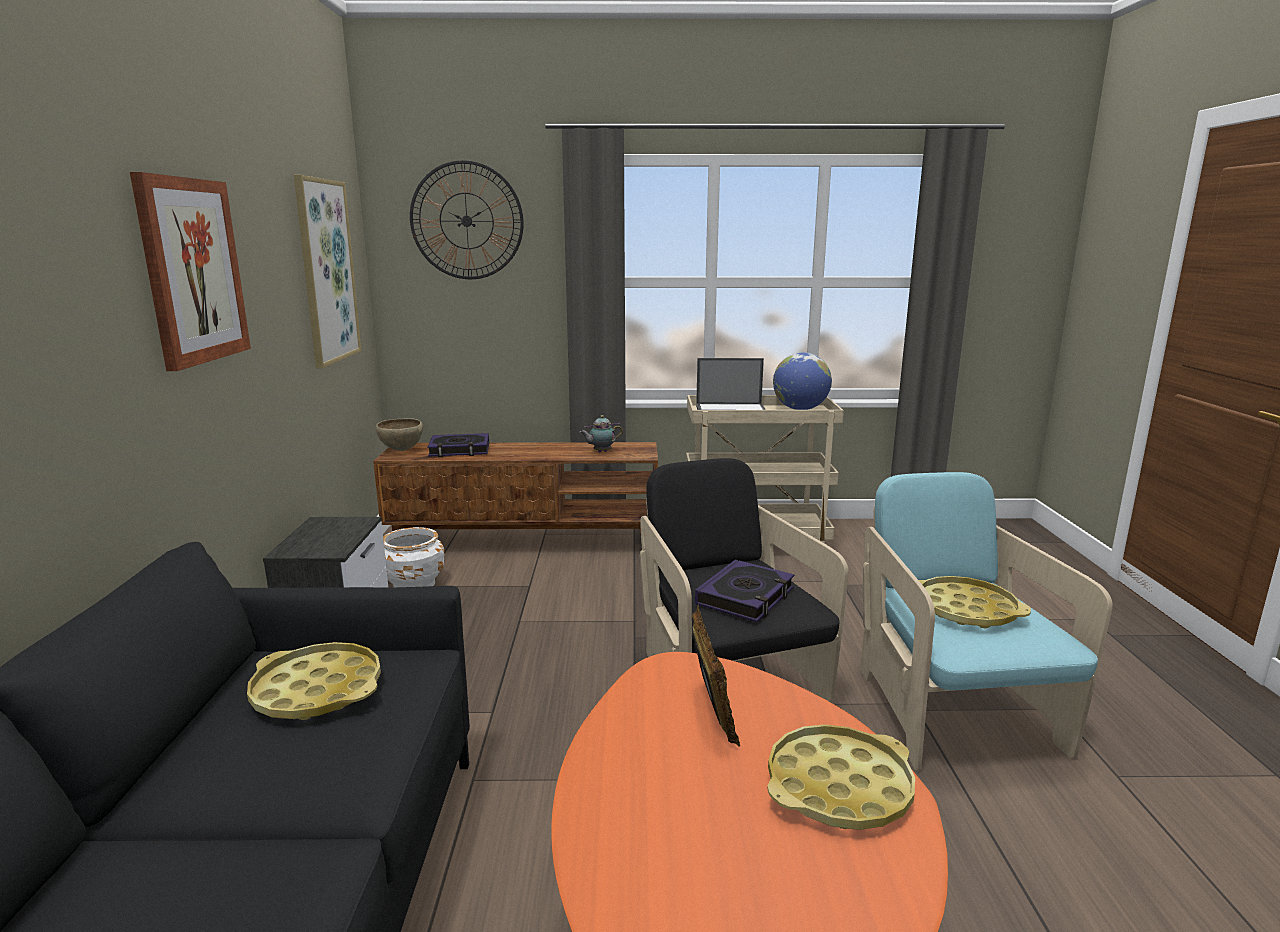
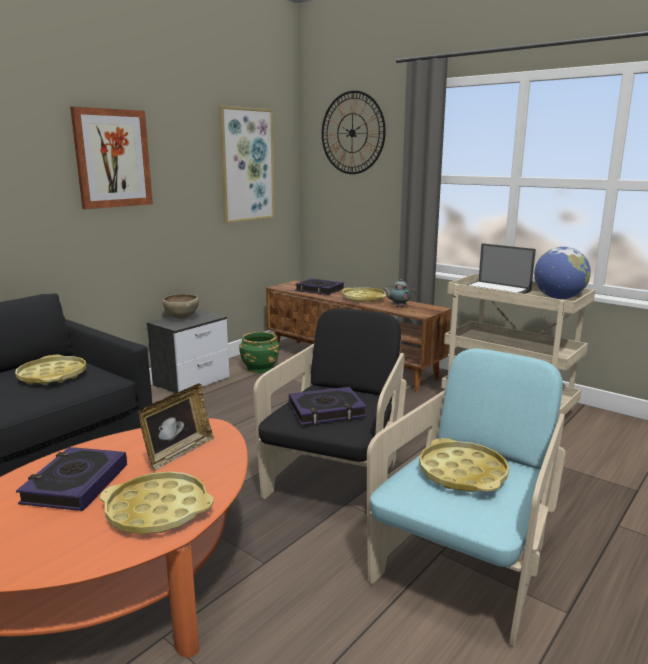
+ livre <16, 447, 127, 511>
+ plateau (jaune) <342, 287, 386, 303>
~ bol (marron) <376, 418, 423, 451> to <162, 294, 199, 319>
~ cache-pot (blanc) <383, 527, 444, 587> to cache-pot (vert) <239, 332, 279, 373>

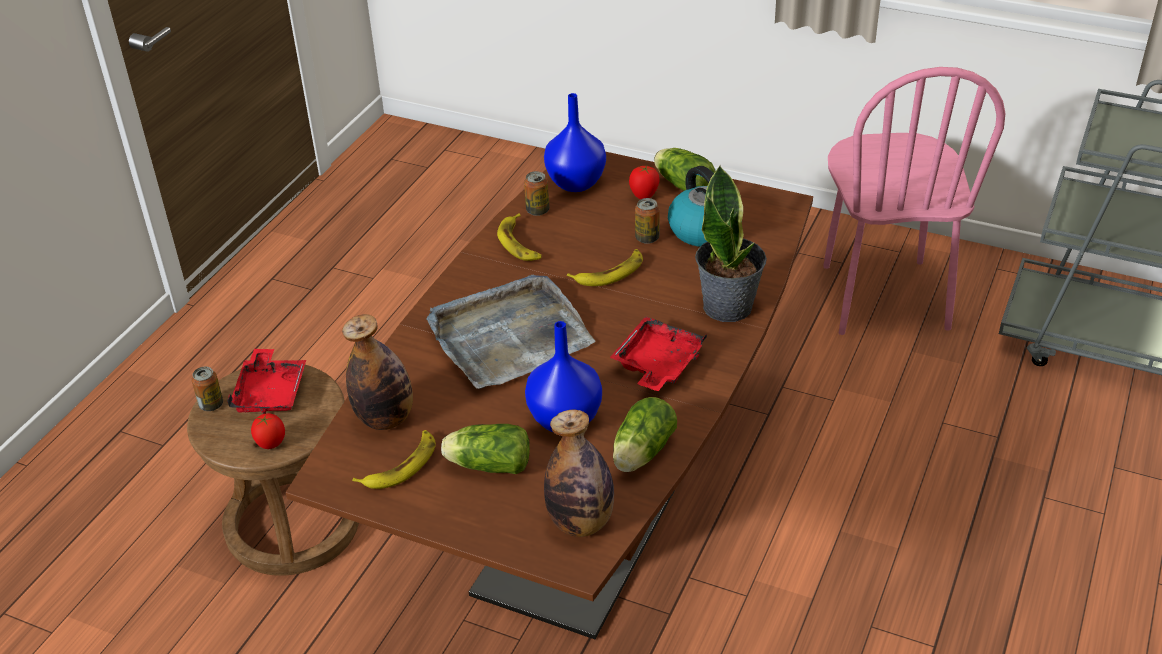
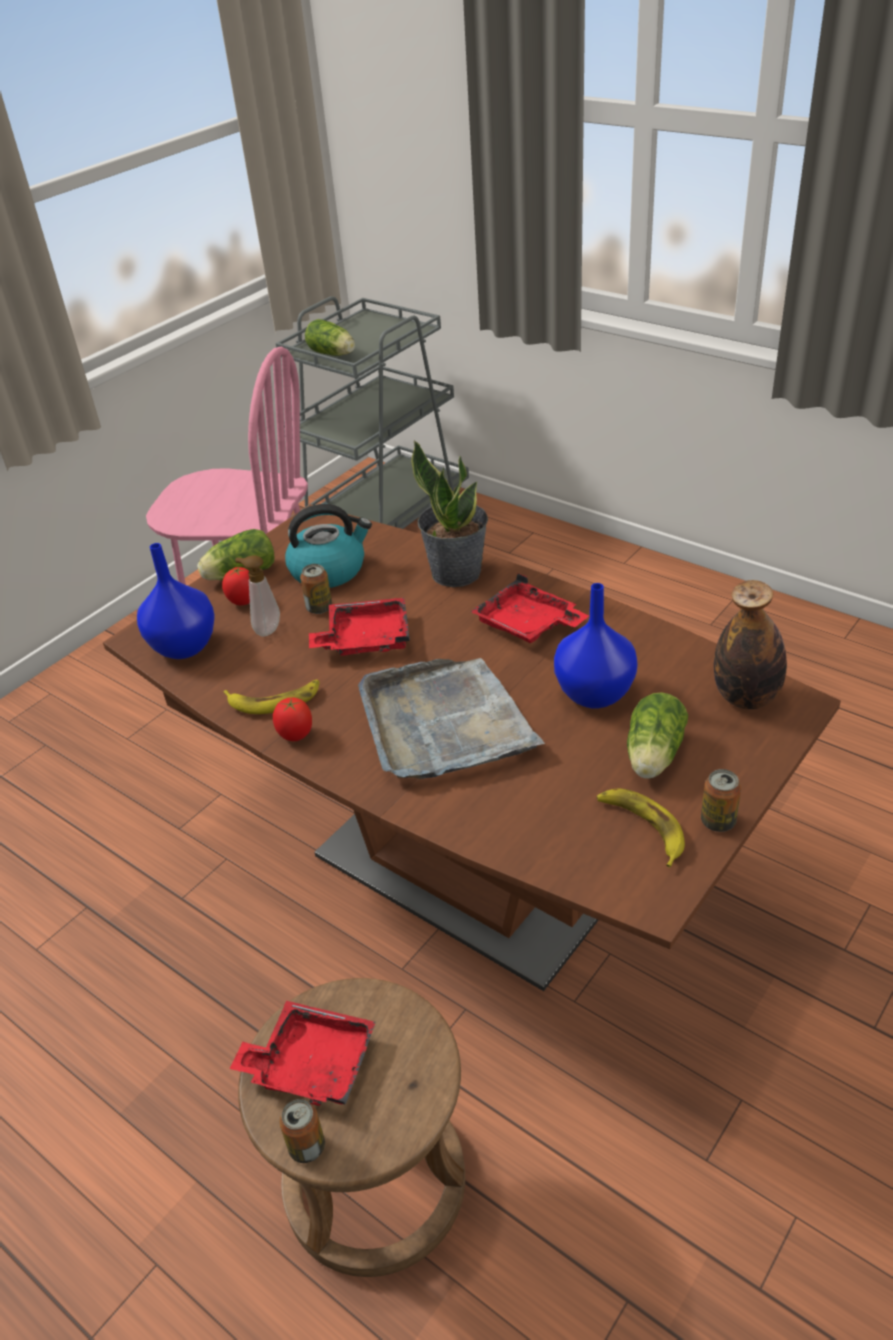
- bouteille <342, 314, 413, 430>
+ distributeur de savon <235, 555, 280, 637>
~ tomate <251, 413, 285, 449> to <273, 698, 312, 741>
~ boîte métallique <524, 171, 550, 216> to <701, 769, 741, 832>
~ laitue <613, 397, 677, 472> to <305, 319, 355, 356>
~ banane <567, 249, 643, 286> to plateau (rouge) <309, 598, 410, 656>

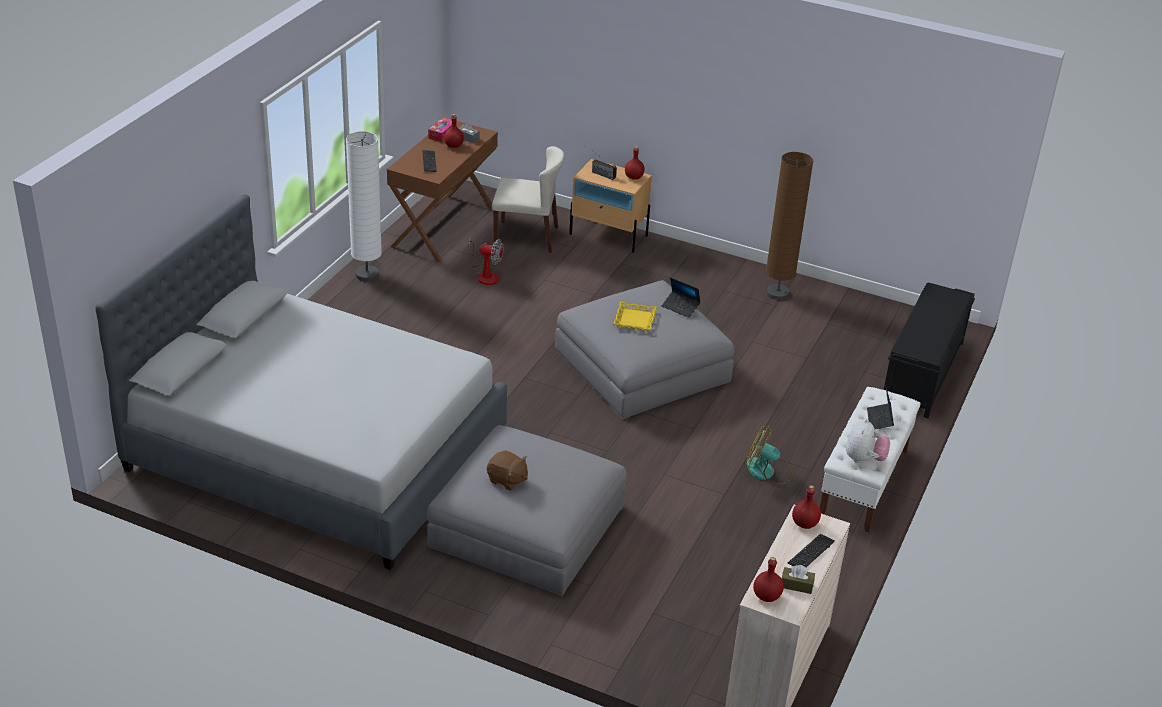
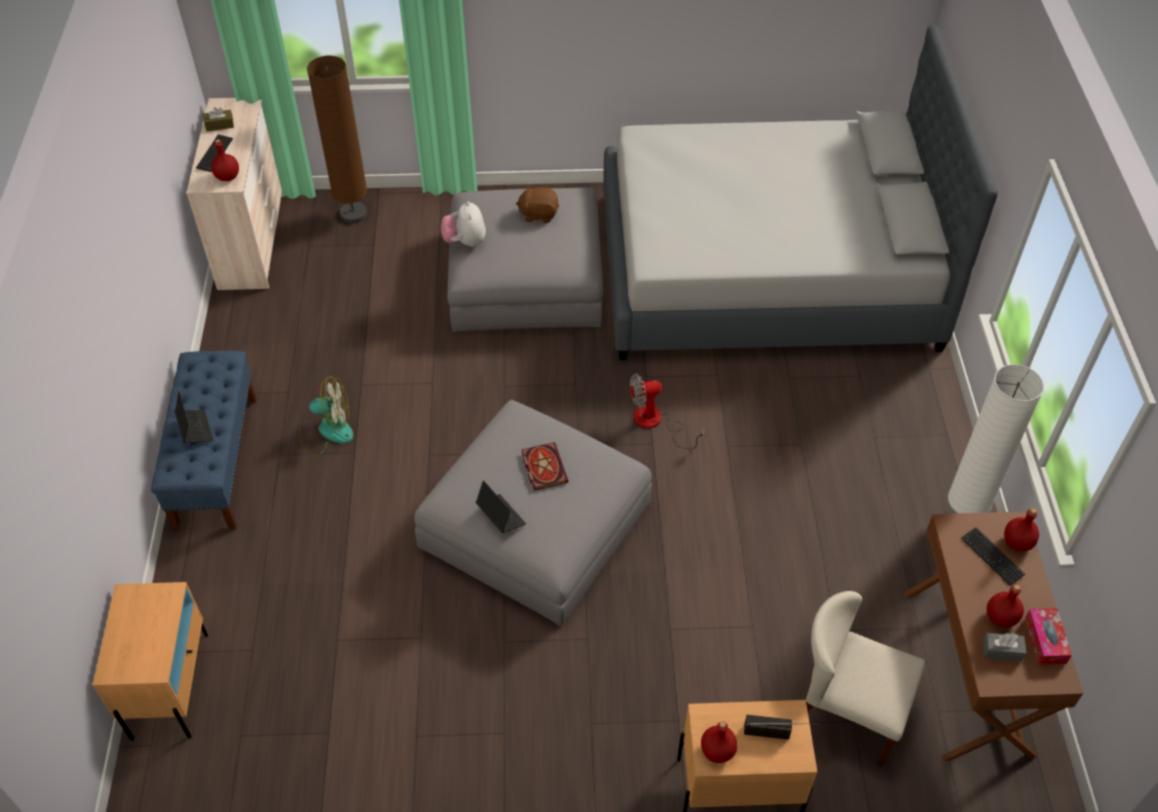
~ ventilateur <469, 236, 504, 285> to <630, 373, 705, 449>
~ bouteille (rouge) <753, 557, 784, 602> to <1004, 508, 1039, 551>
~ lampadaire (marron) <766, 152, 813, 300> to <307, 55, 367, 223>
~ peluche <846, 418, 890, 463> to <441, 201, 486, 247>
~ plateau (jaune) <613, 301, 657, 331> to livre <522, 442, 569, 491>
~ banc (noir) <884, 283, 975, 418> to table de chevet (beige) <93, 582, 208, 741>
~ banc (blanc) <820, 387, 921, 533> to banc (bleu) <151, 351, 257, 531>
~ chaise (beige) <492, 146, 565, 253> = <806, 591, 925, 767> 45 degrees clockwise
~ ordinateur portable <662, 277, 701, 318> = <476, 481, 526, 533> 45 degrees clockwise

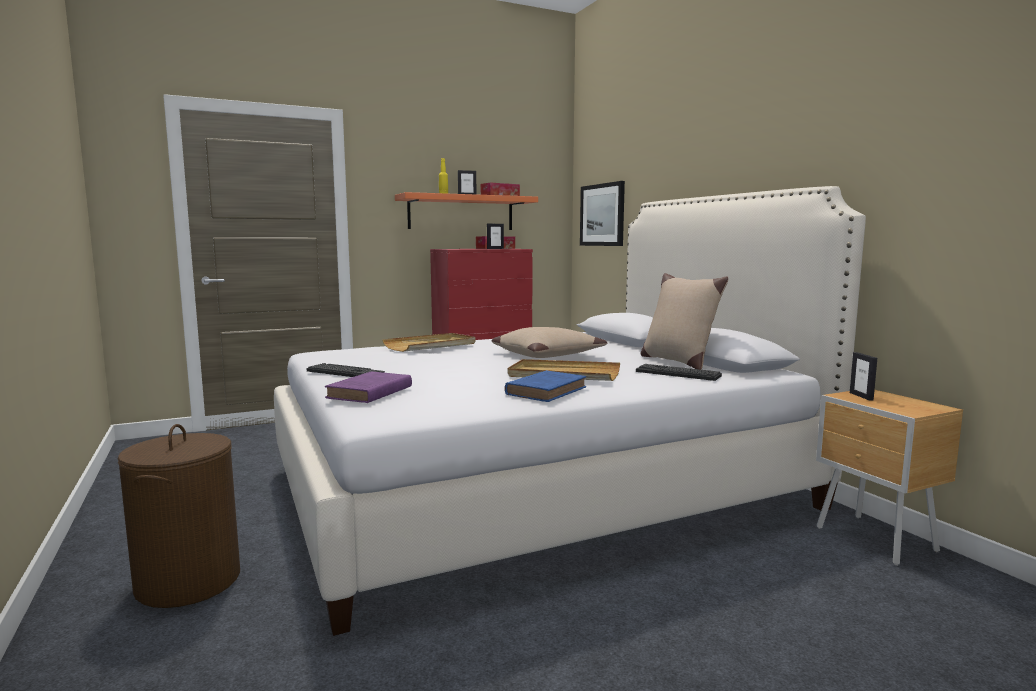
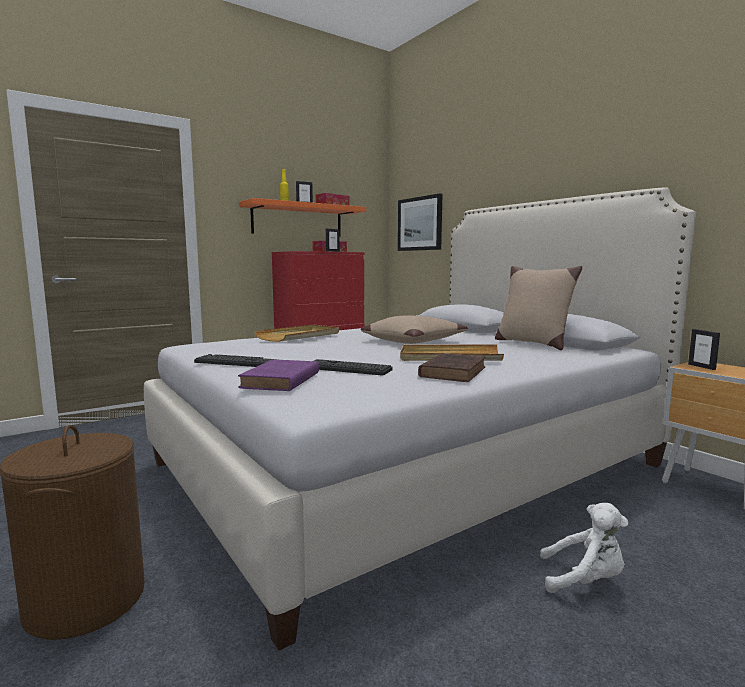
+ peluche (blanc) <540, 503, 628, 593>
~ clavier <636, 364, 722, 381> to <314, 359, 393, 376>
~ livre (bleu) <505, 370, 586, 402> to livre (marron) <418, 353, 486, 382>

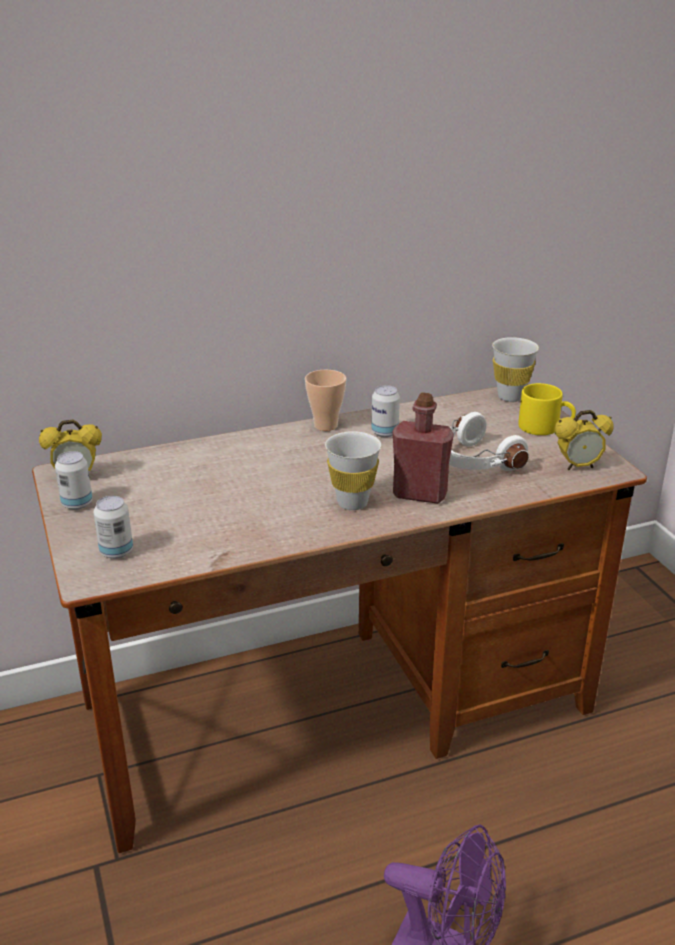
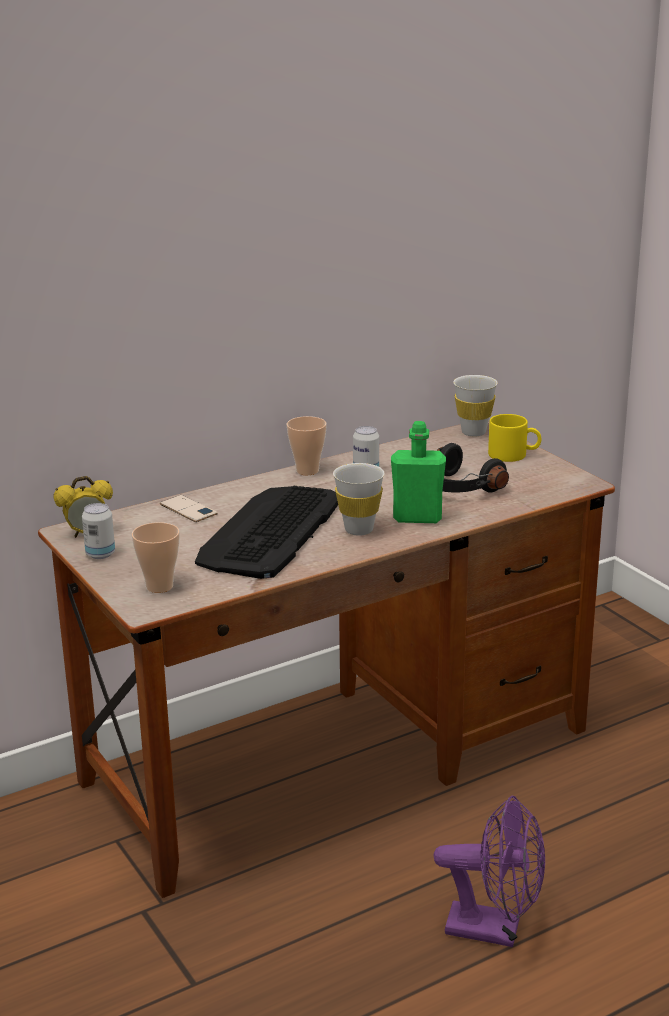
- réveil <554, 410, 614, 470>
+ téléphone <160, 495, 218, 522>
+ clavier <195, 486, 338, 579>
~ boîte métallique <93, 496, 133, 559> to tasse <132, 522, 180, 593>
~ bouteille (rouge) <393, 392, 454, 504> to bouteille (vert) <391, 421, 446, 523>
~ casque audio (blanc) <449, 412, 529, 471> to casque audio (noir) <437, 443, 509, 493>

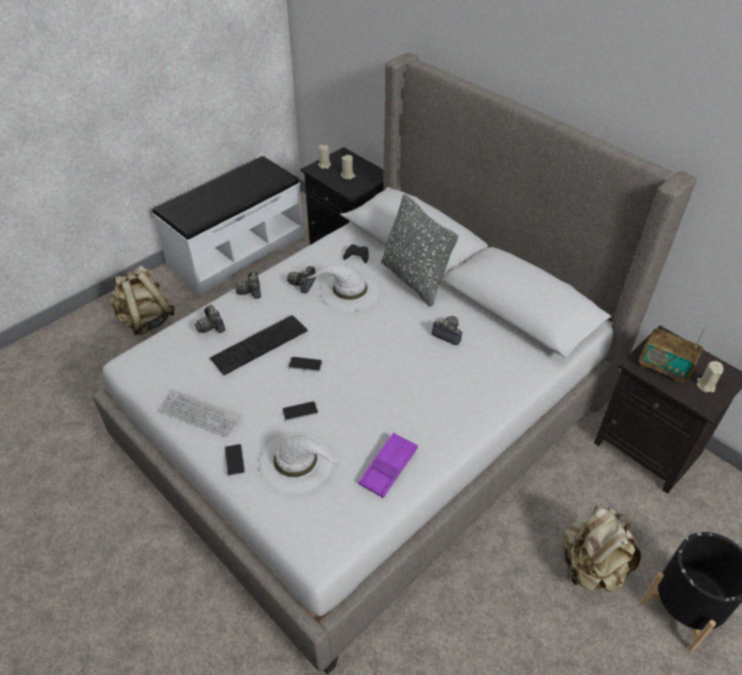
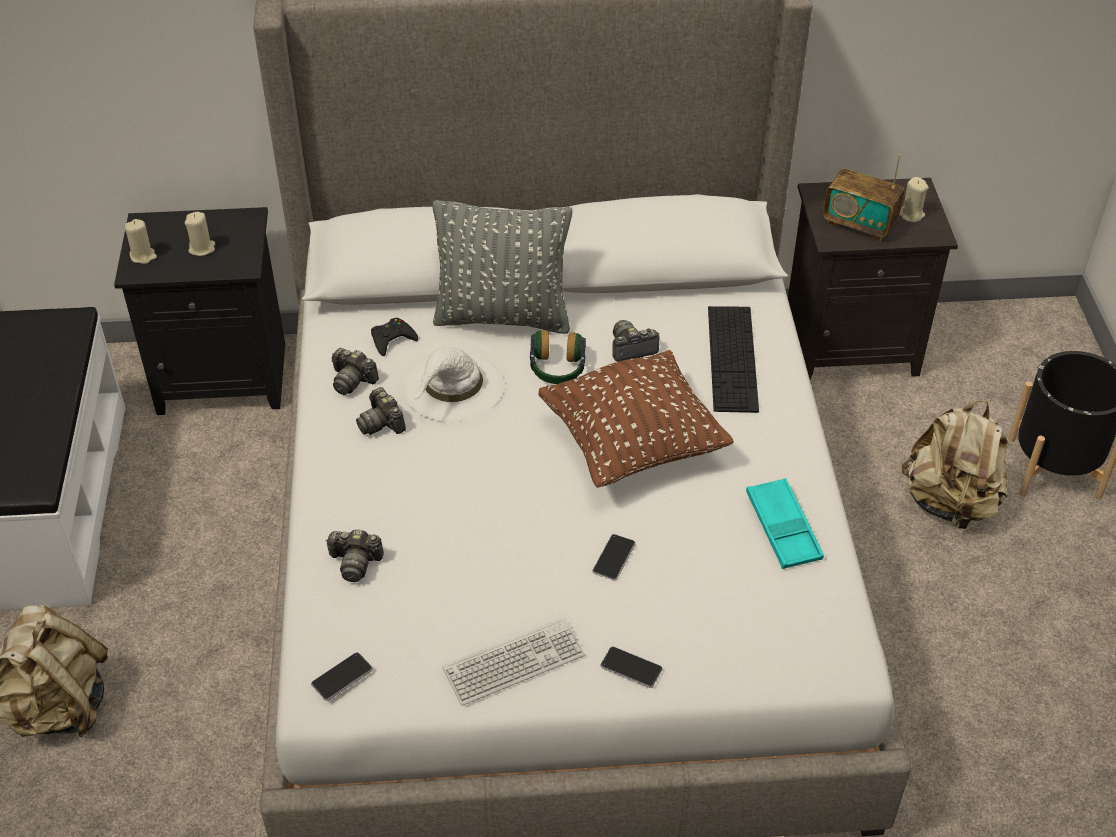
- chapeau (blanc) <259, 432, 340, 494>
+ casque audio <530, 330, 586, 384>
+ coussin (marron) <538, 350, 734, 488>
~ clavier <210, 315, 308, 375> to <708, 306, 759, 413>
~ appareil photo <235, 271, 261, 299> to <332, 348, 379, 395>
~ téléphone <289, 357, 322, 372> to <311, 652, 373, 701>
~ plateau (violet) <358, 432, 418, 498> to plateau (turquoise) <746, 478, 824, 569>
~ radio <639, 326, 706, 384> = <823, 154, 904, 242> 45 degrees clockwise

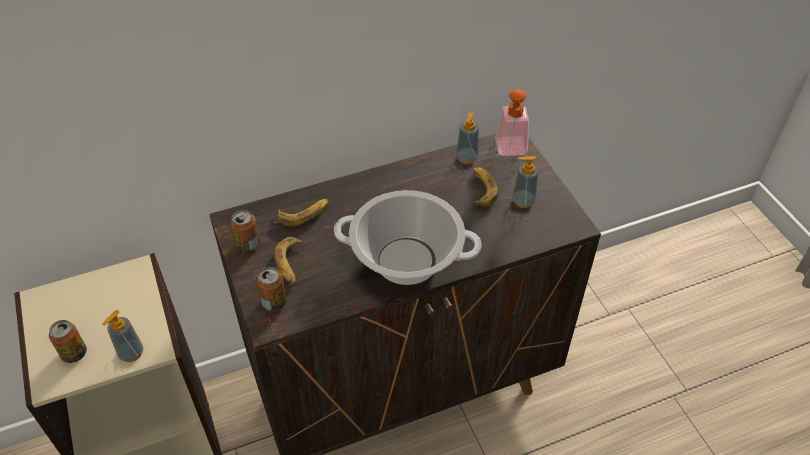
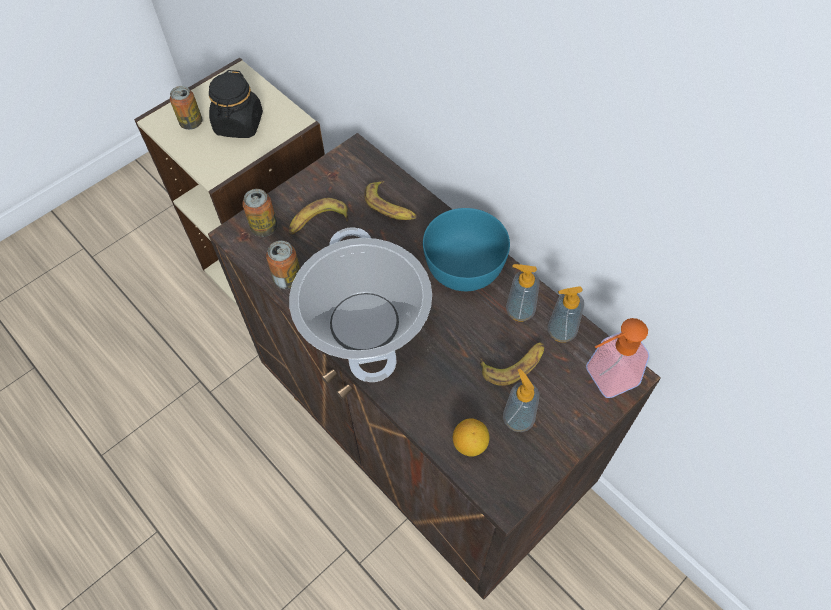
+ bocal (noir) <209, 70, 263, 138>
+ bol (turquoise) <423, 208, 510, 291>
+ citron <453, 418, 489, 457>
~ distributeur de savon <102, 310, 143, 362> to <506, 264, 540, 321>
~ boîte métallique <230, 210, 260, 253> to <266, 241, 300, 289>

